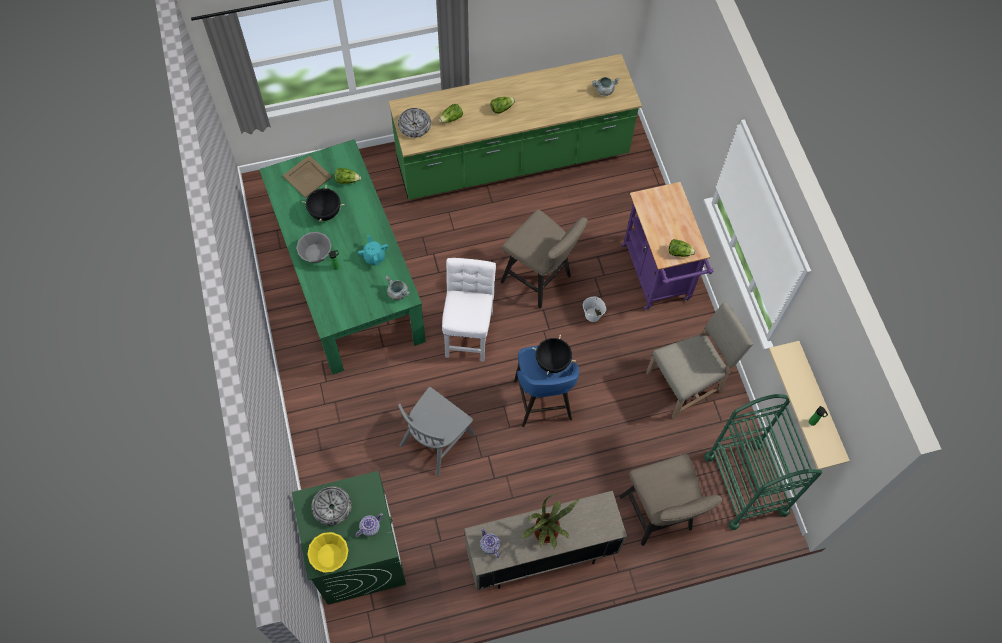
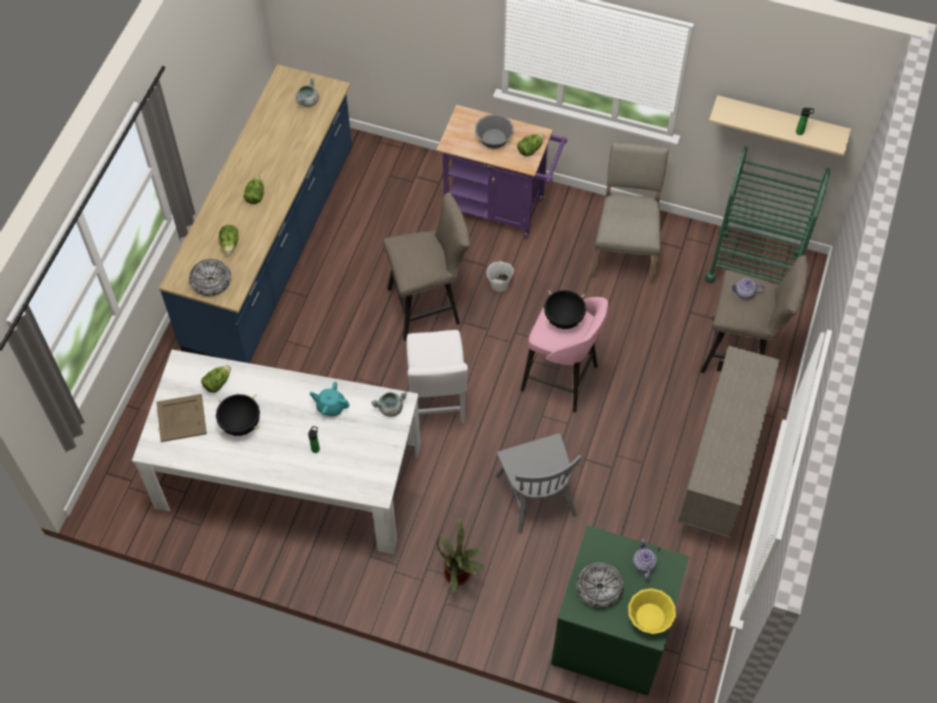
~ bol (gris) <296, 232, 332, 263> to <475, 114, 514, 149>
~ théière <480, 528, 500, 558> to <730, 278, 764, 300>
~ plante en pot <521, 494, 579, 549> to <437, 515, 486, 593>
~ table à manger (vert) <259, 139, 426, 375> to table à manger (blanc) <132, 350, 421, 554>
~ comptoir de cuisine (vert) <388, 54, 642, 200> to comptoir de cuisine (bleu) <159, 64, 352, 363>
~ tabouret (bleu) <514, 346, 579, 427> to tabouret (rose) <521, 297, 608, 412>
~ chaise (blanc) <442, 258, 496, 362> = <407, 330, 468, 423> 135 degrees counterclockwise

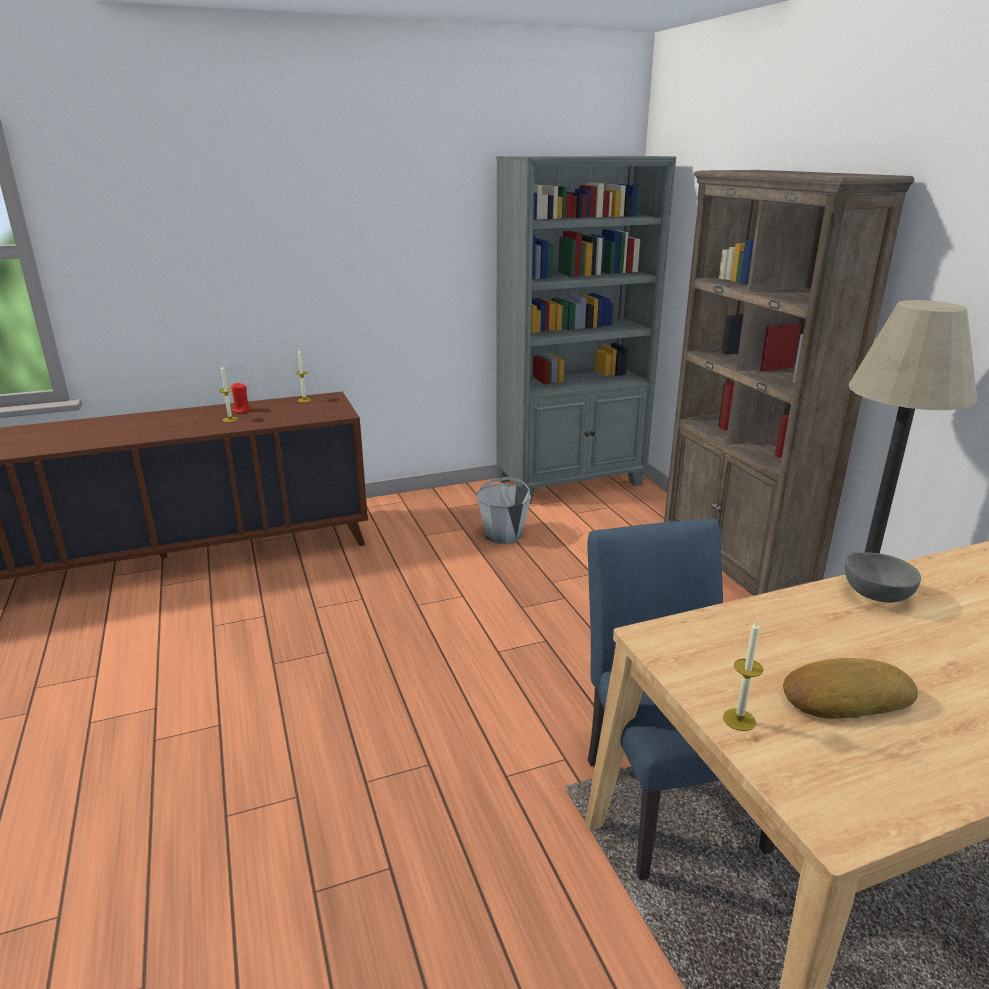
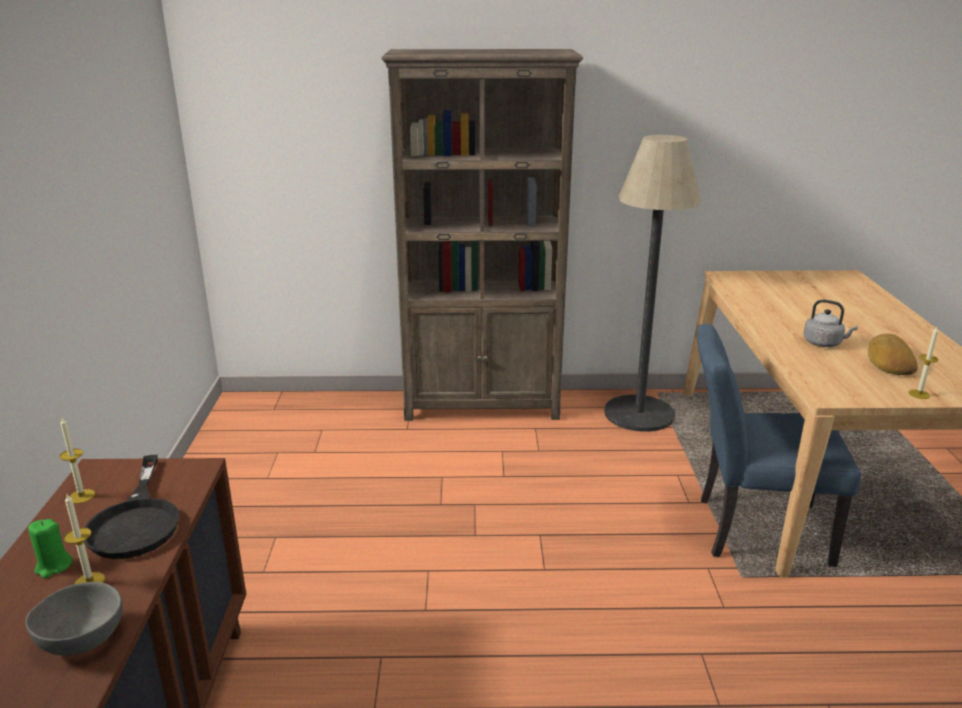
- seau (gris) <476, 477, 531, 544>
- bibliothèque (gris) <496, 156, 676, 504>
+ poêle (noir) <84, 455, 179, 559>
+ bouilloire (gris) <803, 299, 858, 347>
~ bol (gris) <845, 552, 921, 603> to <26, 582, 123, 656>
~ bougie (rouge) <231, 383, 251, 413> to bougie (vert) <28, 519, 72, 578>

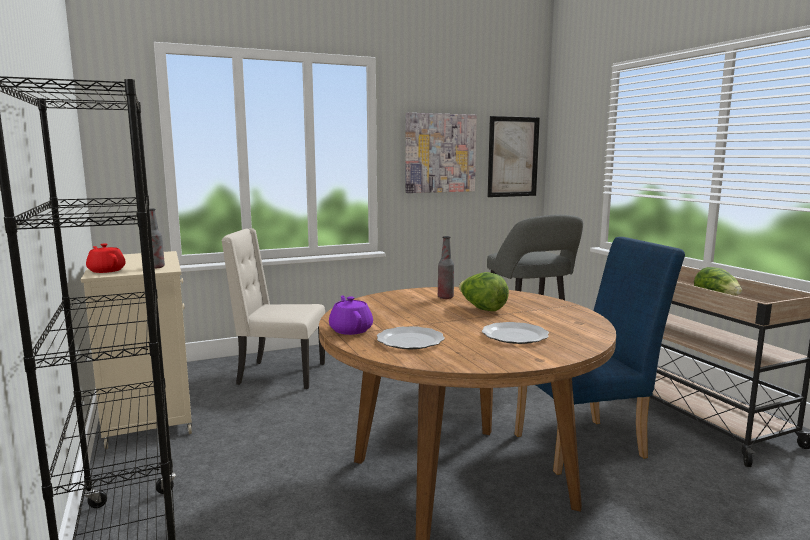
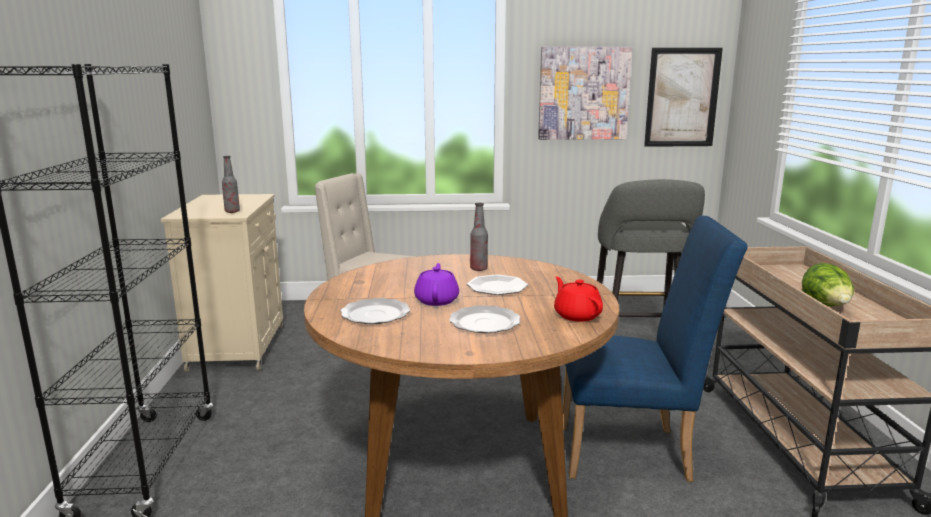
~ théière (rouge) <86, 243, 126, 273> to <554, 277, 603, 322>
~ théière (violet) <329, 295, 373, 335> to <414, 263, 459, 306>
~ laitue <459, 272, 509, 311> to assiette <467, 274, 528, 295>

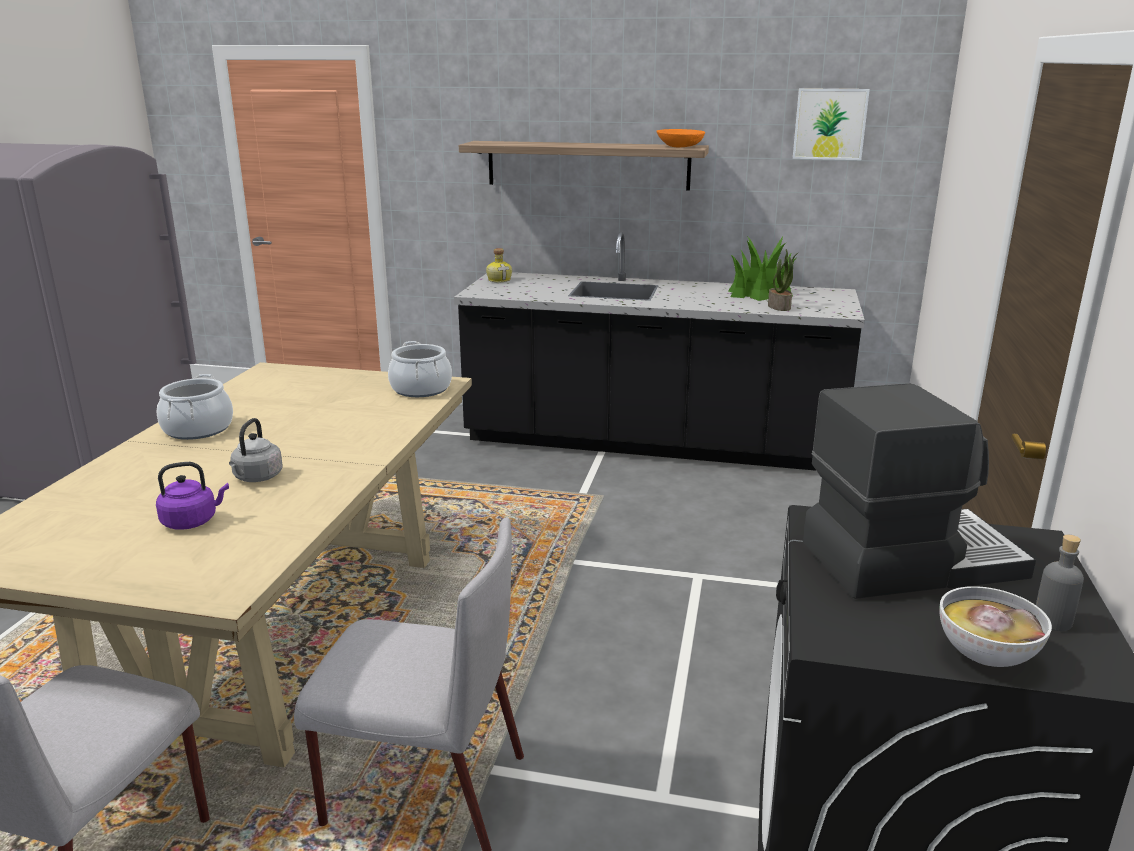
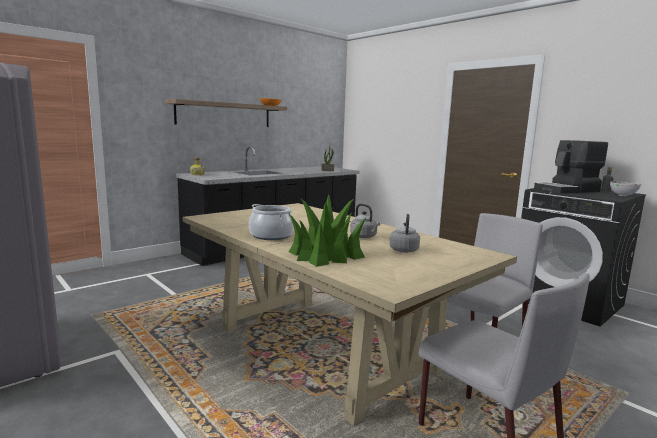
- marmite <388, 341, 452, 397>
- tableau <793, 88, 870, 160>
~ plante en pot <728, 236, 796, 301> to <289, 194, 367, 267>
~ bouilloire (violet) <156, 462, 229, 530> to bouilloire (gris) <389, 214, 420, 253>
~ machine à café <803, 383, 1036, 599> = <534, 140, 608, 193> 135 degrees counterclockwise

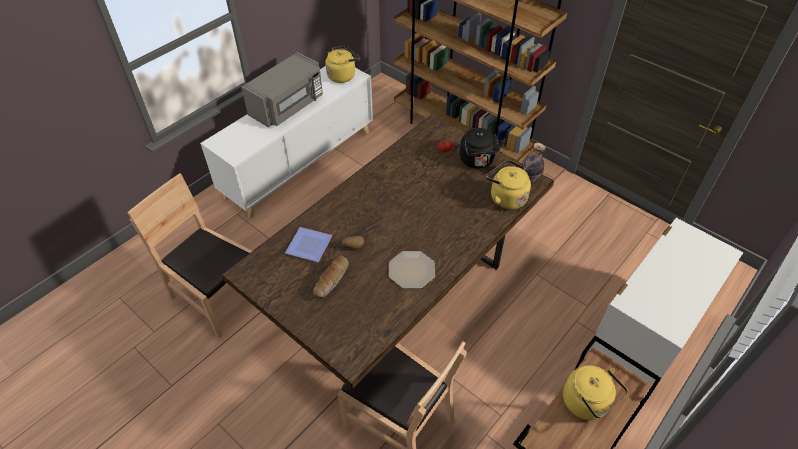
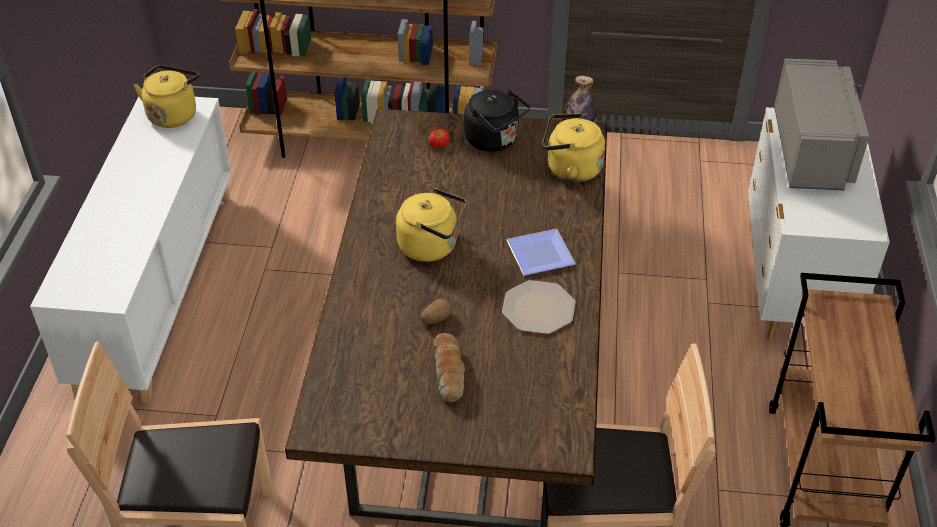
~ micro-ondes (gris) <241, 52, 323, 127> to <774, 59, 869, 191>
~ assiette <285, 227, 332, 262> to <506, 229, 576, 276>
~ bouilloire (jaune) <563, 365, 628, 420> to <396, 188, 466, 262>

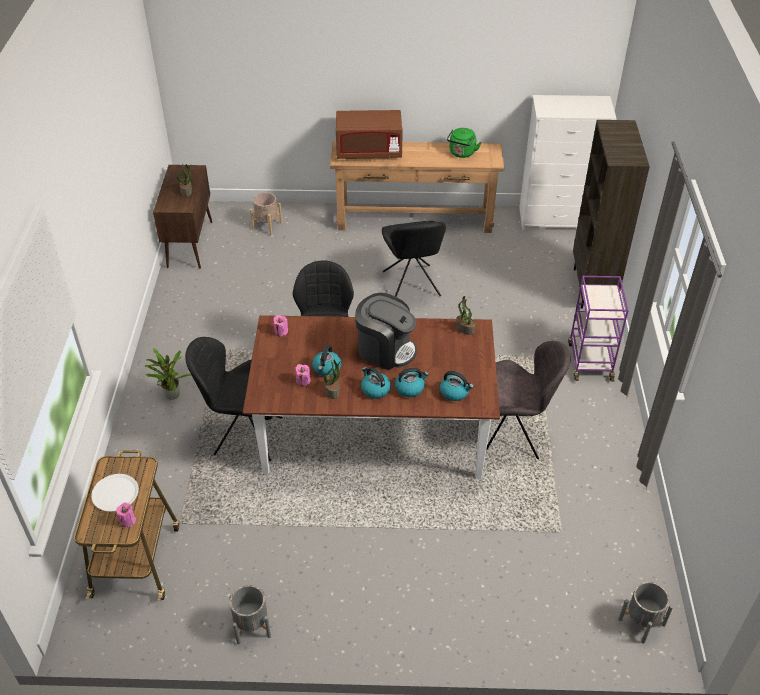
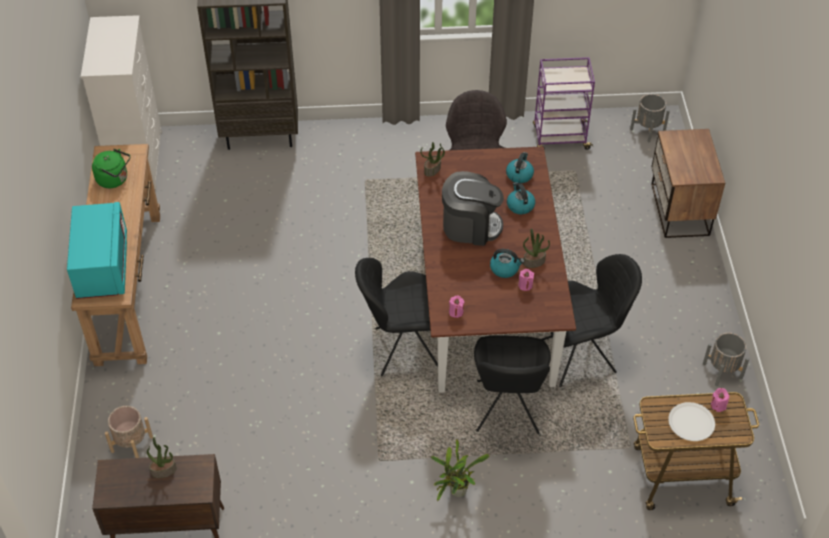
- bouilloire <361, 367, 391, 399>
+ table de chevet <651, 129, 725, 238>
~ chaise (noir) <382, 221, 446, 297> to <542, 254, 642, 387>
~ chariot (violet) <568, 276, 629, 382> to <533, 57, 595, 150>
~ micro-ondes (marron) <336, 110, 403, 159> to micro-ondes (turquoise) <67, 202, 127, 299>
~ machine à café <355, 293, 417, 370> = <442, 171, 504, 246> 75 degrees clockwise

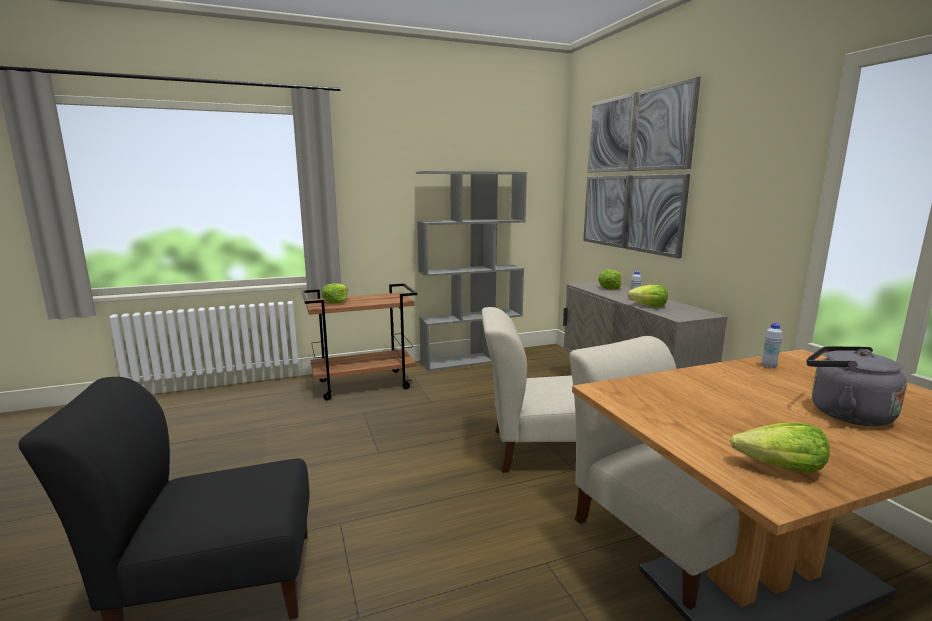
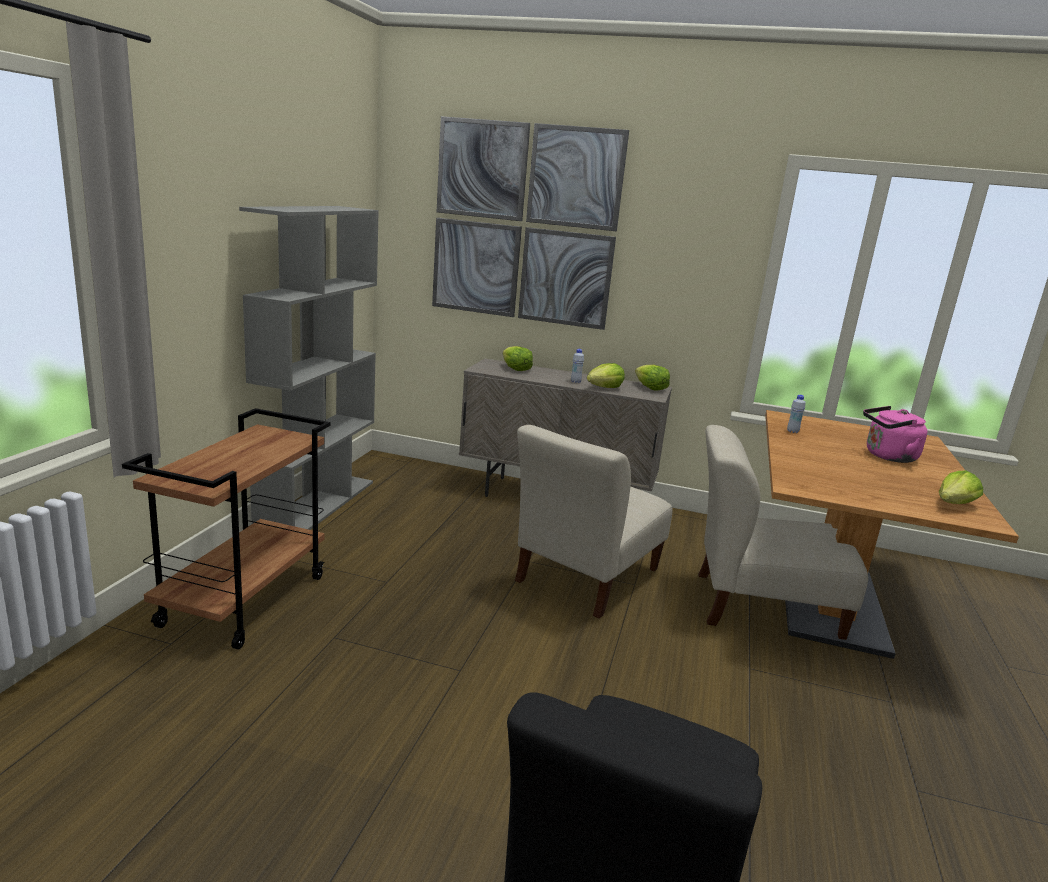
~ laitue <322, 283, 348, 304> to <635, 365, 670, 391>
~ bouilloire (gris) <807, 346, 907, 426> to bouilloire (rose) <863, 406, 928, 463>

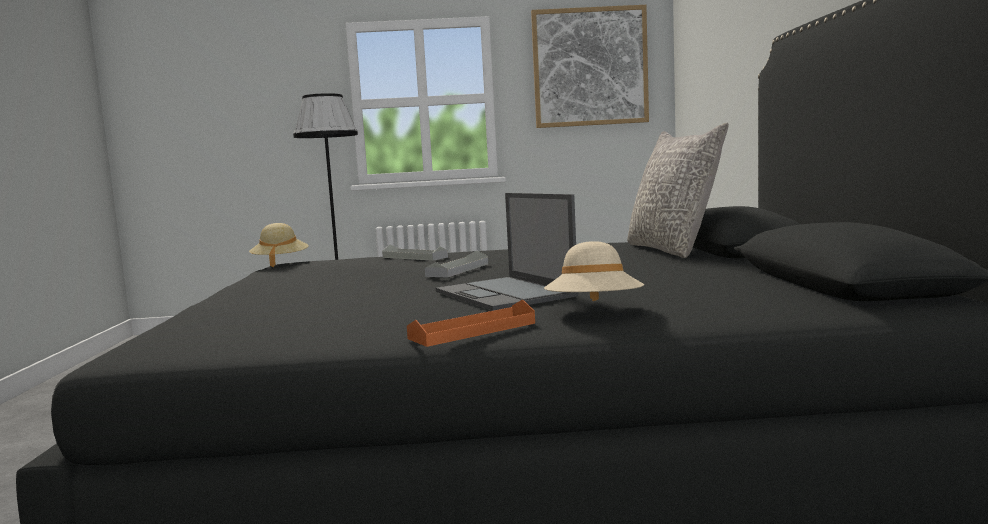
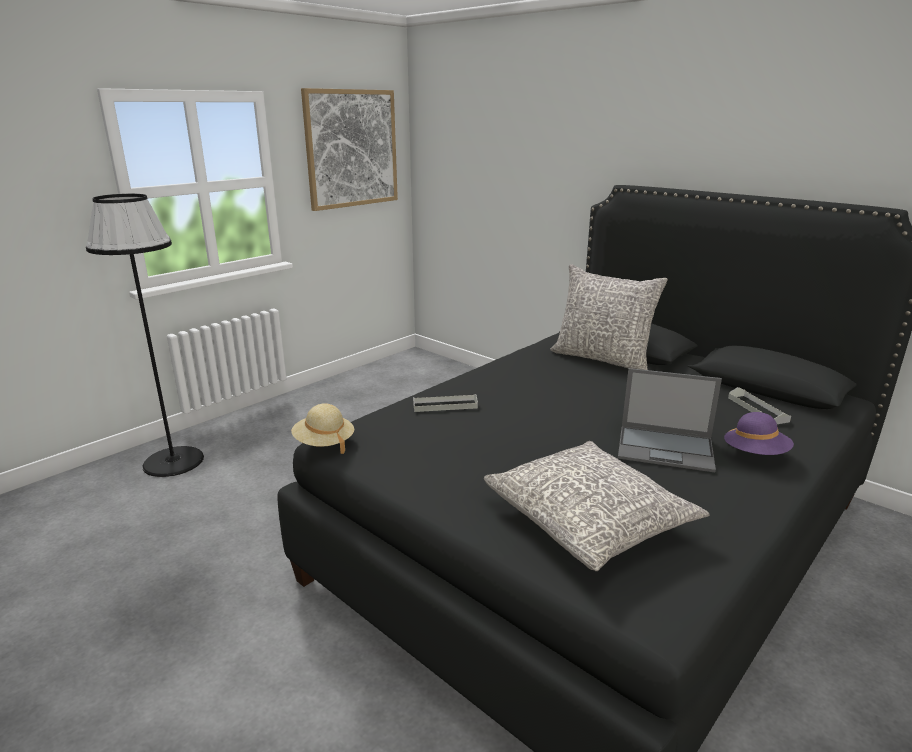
- plateau (orange) <407, 300, 535, 347>
+ coussin (gris) <484, 441, 710, 571>
~ plateau (gris) <425, 250, 488, 278> to <728, 387, 791, 424>
~ chapeau (beige) <544, 241, 644, 301> to chapeau (violet) <724, 412, 794, 455>

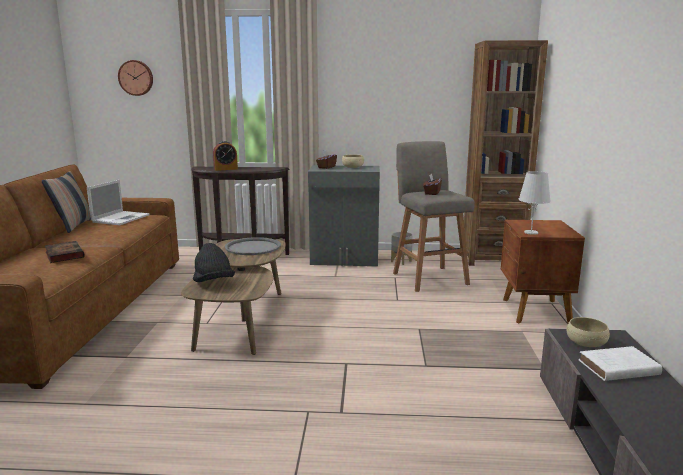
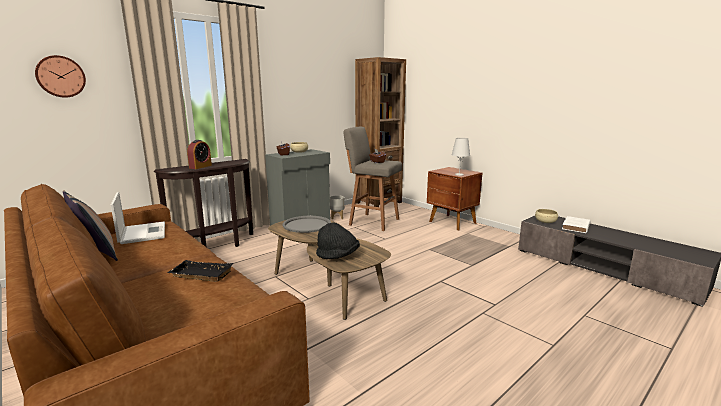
~ livre <45, 241, 85, 263> to plateau (noir) <167, 260, 233, 282>

